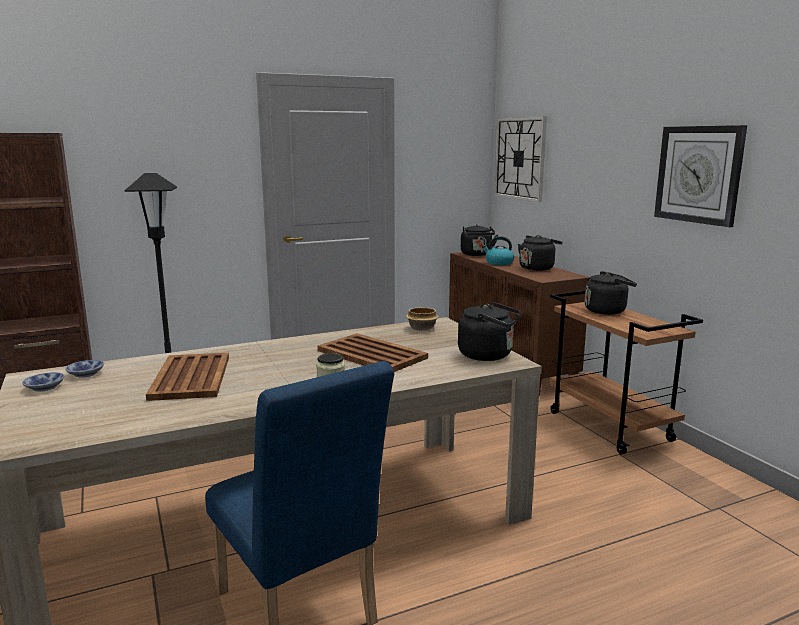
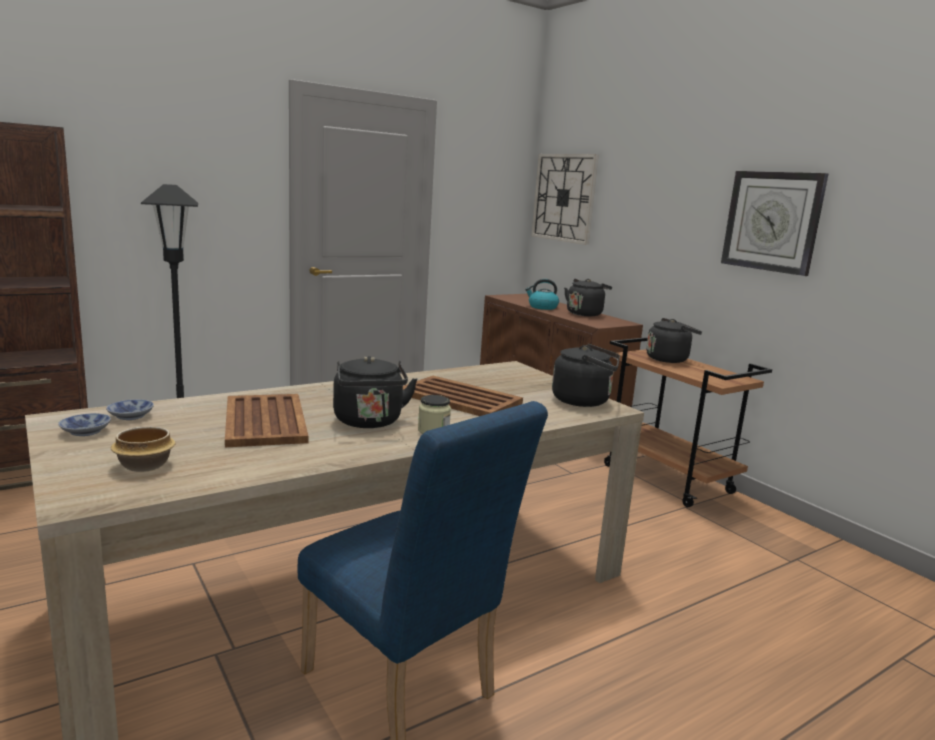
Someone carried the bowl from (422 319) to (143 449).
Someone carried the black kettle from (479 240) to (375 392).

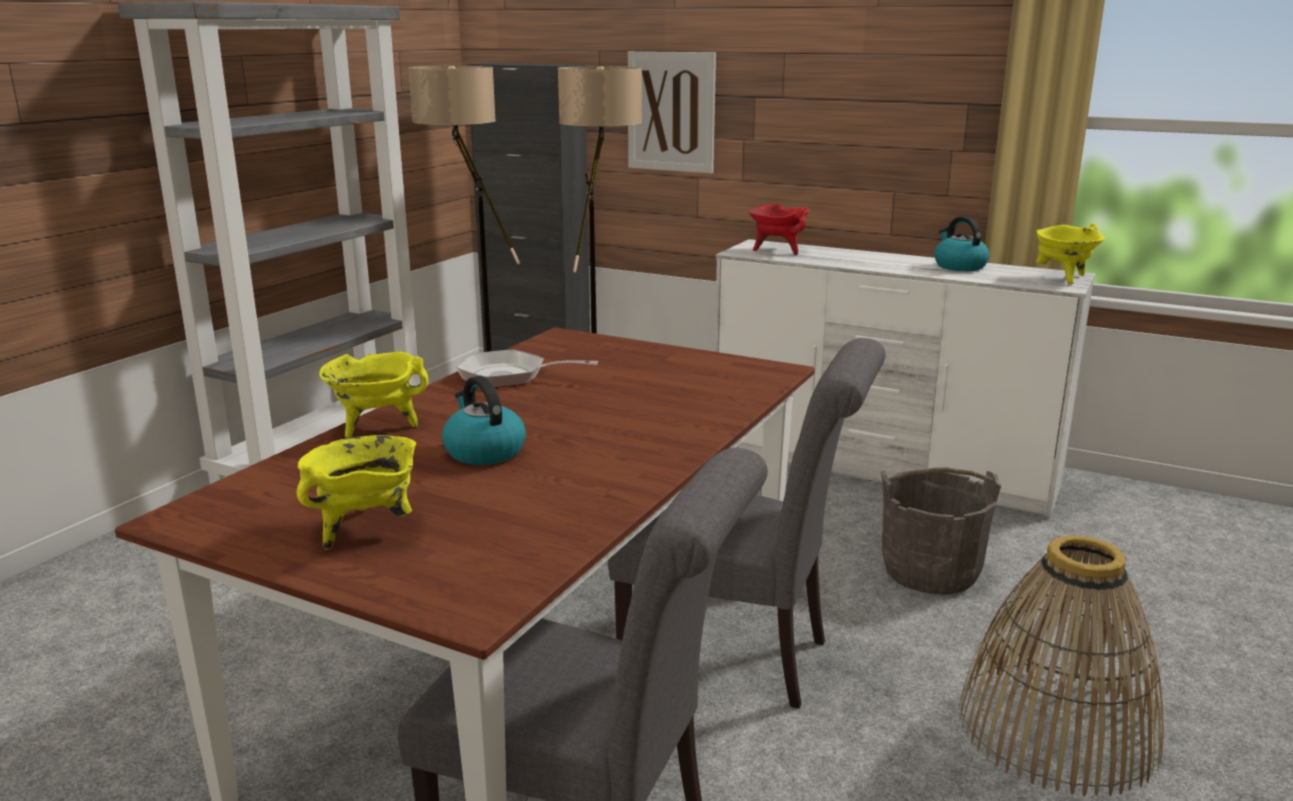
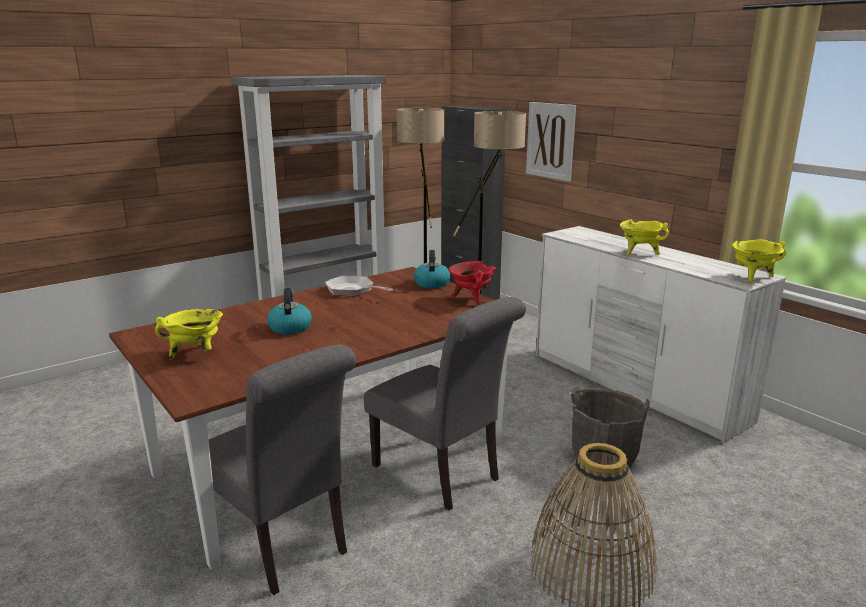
Someone carried the yellow cooking pot from (373 395) to (644 237).
Someone carried the red cooking pot from (778 229) to (472 283).
Someone carried the kettle from (962 243) to (432 269).

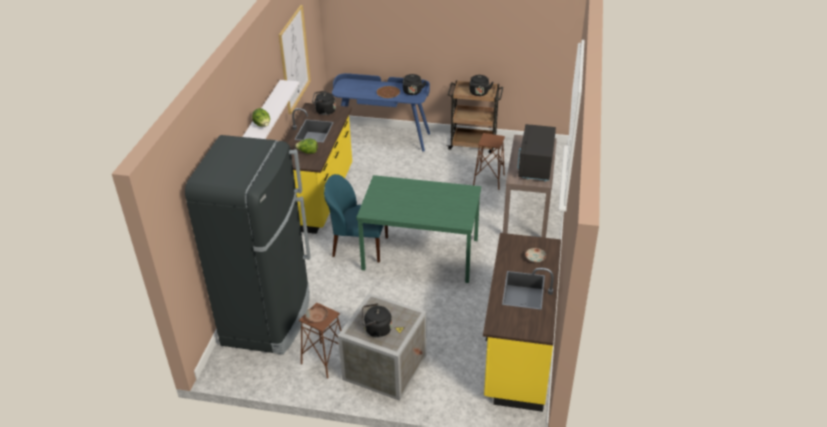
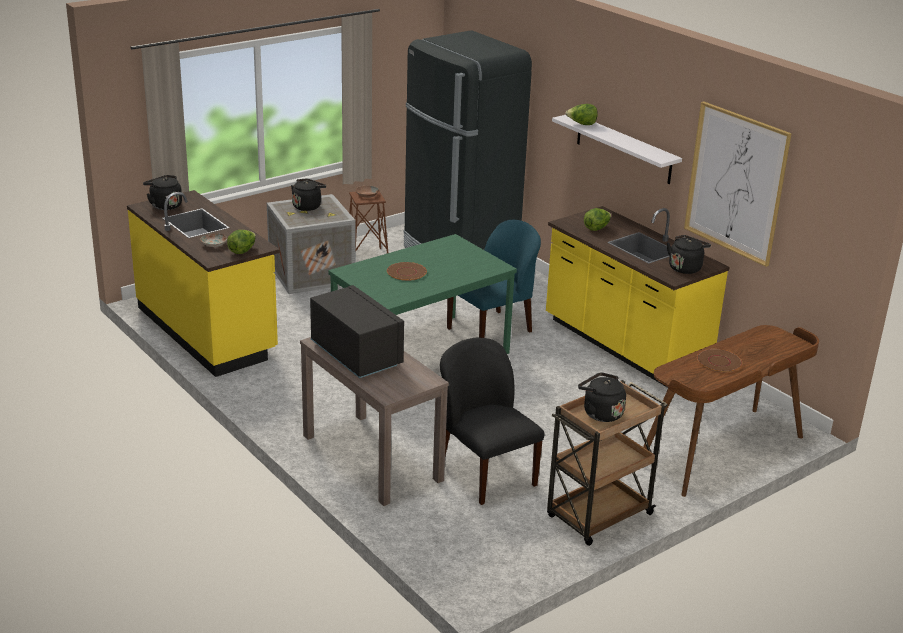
Someone put down the lettuce at (241 242).
Someone put down the brown plate at (407 271).
Someone carried the black kettle from (414 84) to (162 192).
Someone swapped the brown stool at (489 161) for the black chair at (492 421).
Someone repainted the blue desk at (381 112), which became the brown desk at (731 411).

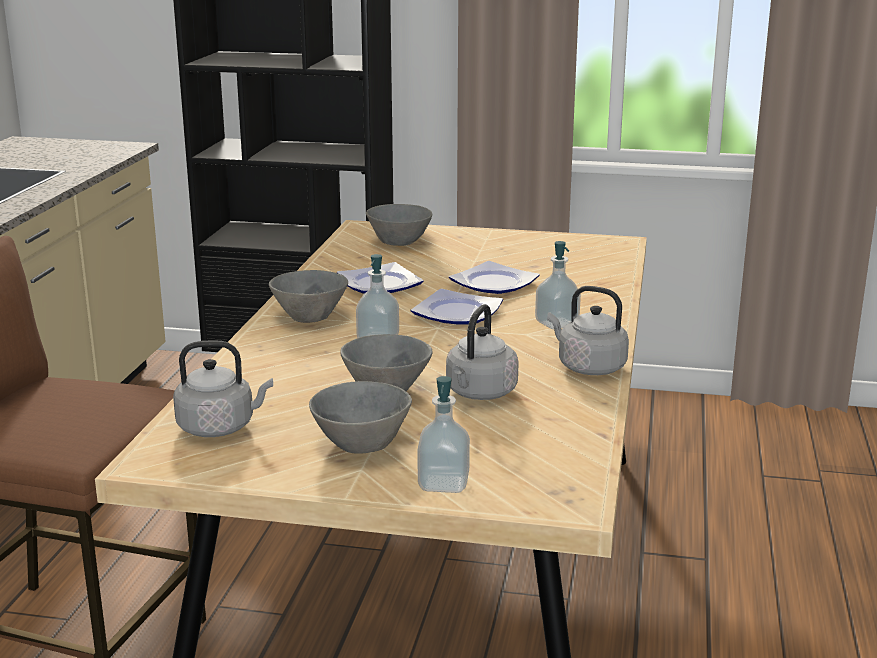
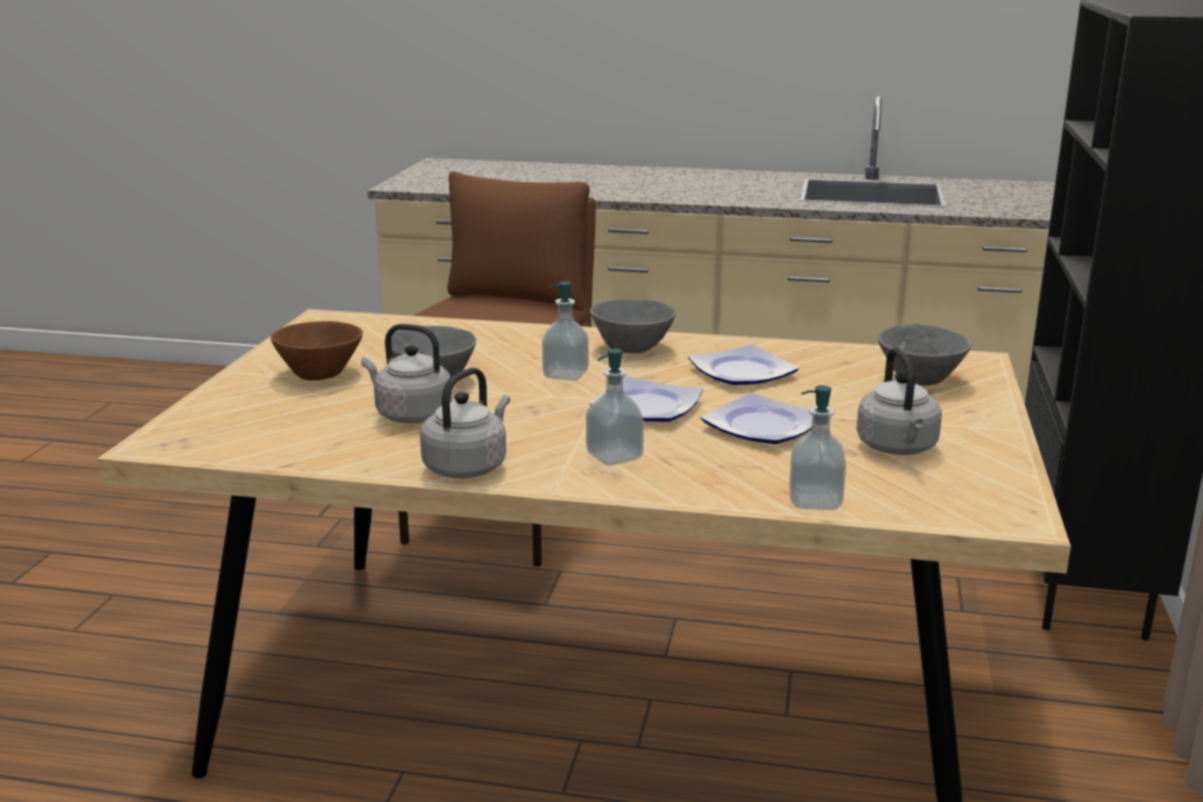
Someone carried the grey kettle from (223 389) to (899 401).
Someone carried the soap dispenser from (443 434) to (817 447).
Someone repainted the grey bowl at (360 417), which became the brown bowl at (316 351).

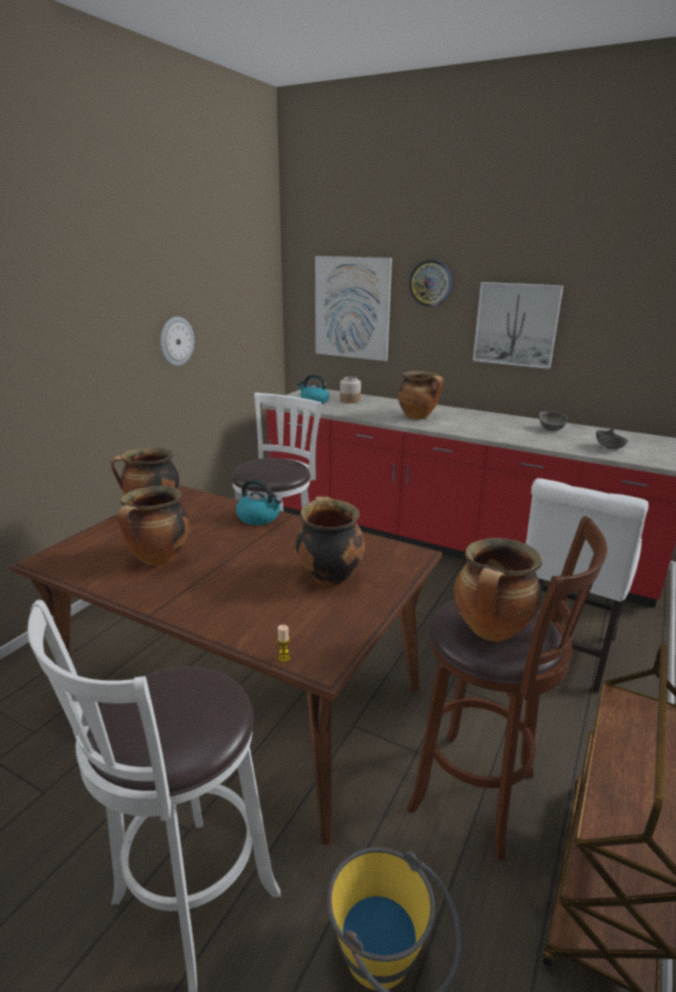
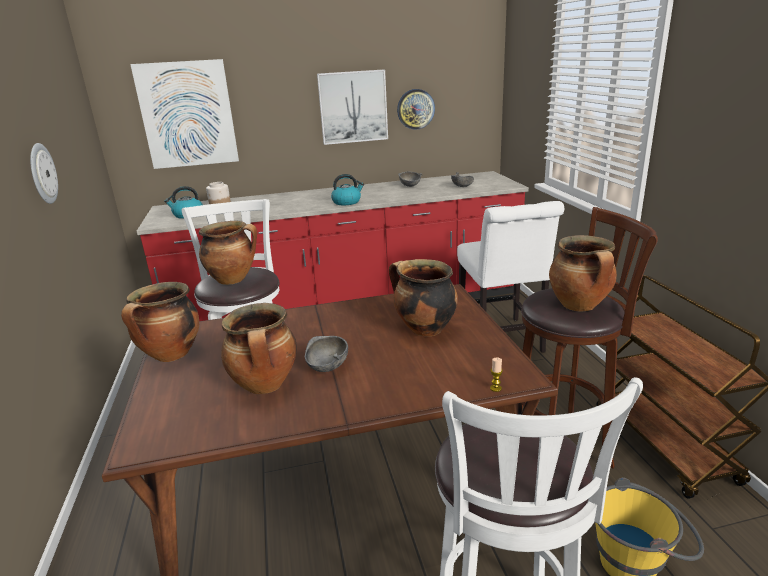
Someone put down the grey bowl at (326 354).
Someone carried the kettle from (259 502) to (347 189).
Someone carried the cooking pot from (421 395) to (228 253).
Someone carried the wall clock from (430 283) to (416 109).

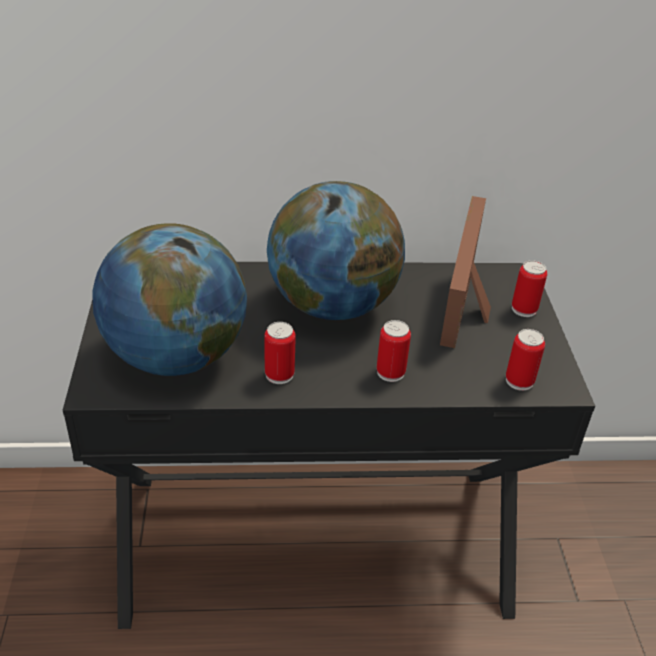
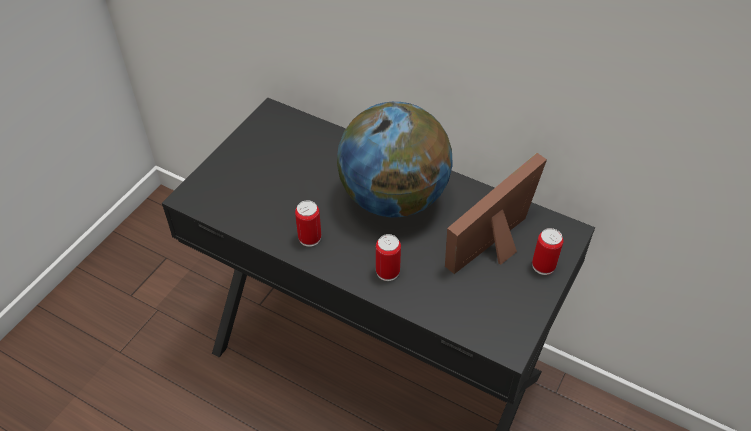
Someone took away the globe at (169 299).
Someone took away the can at (525 360).

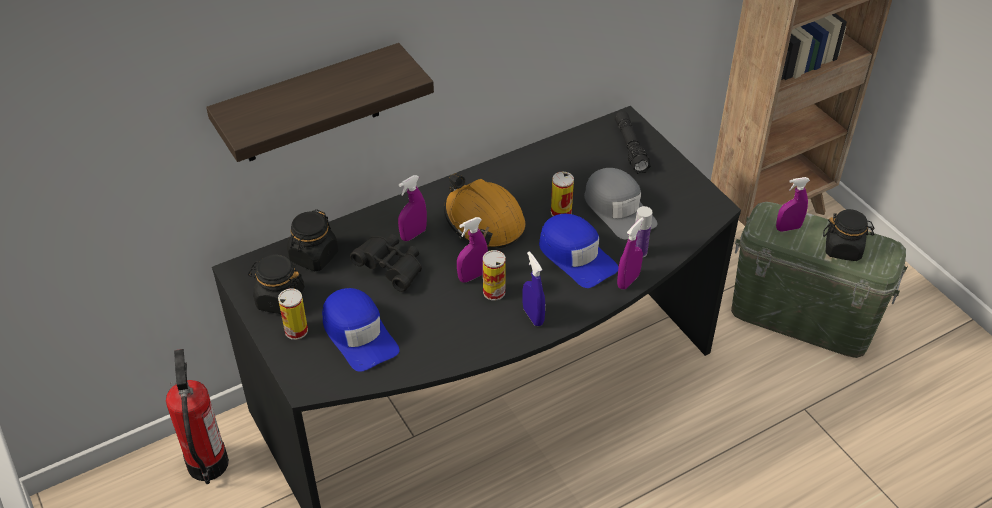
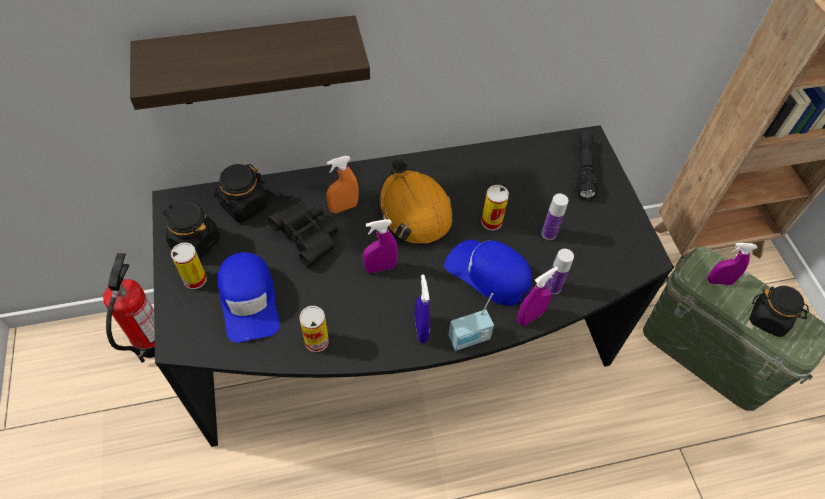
Someone put down the radio at (471 322).
Someone carried the can from (494 275) to (314 329).
Someone swapped the grey cap at (621 203) for the bottle at (555 216).
Someone repainted the purple spray bottle at (412 208), which became the orange spray bottle at (342 184).
Someone rotated the blue cap at (578 251) by 150 degrees clockwise.

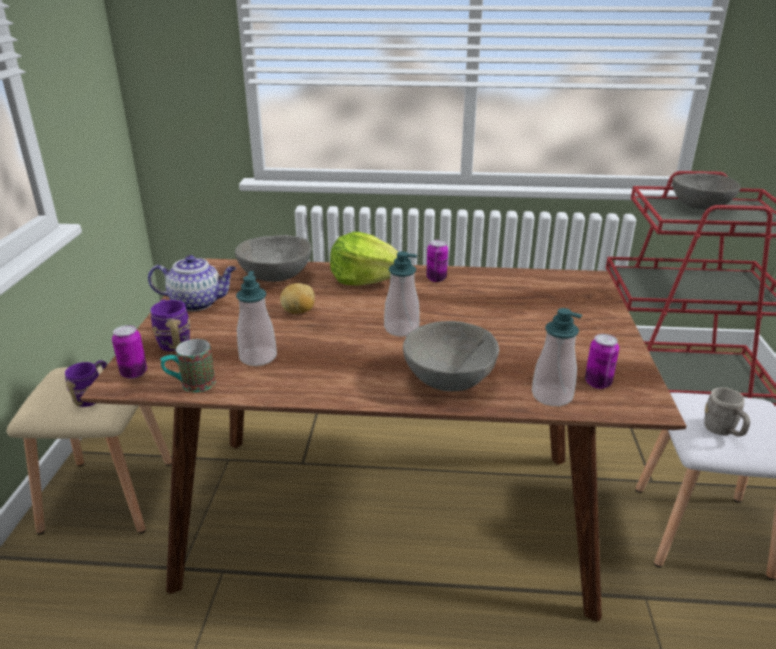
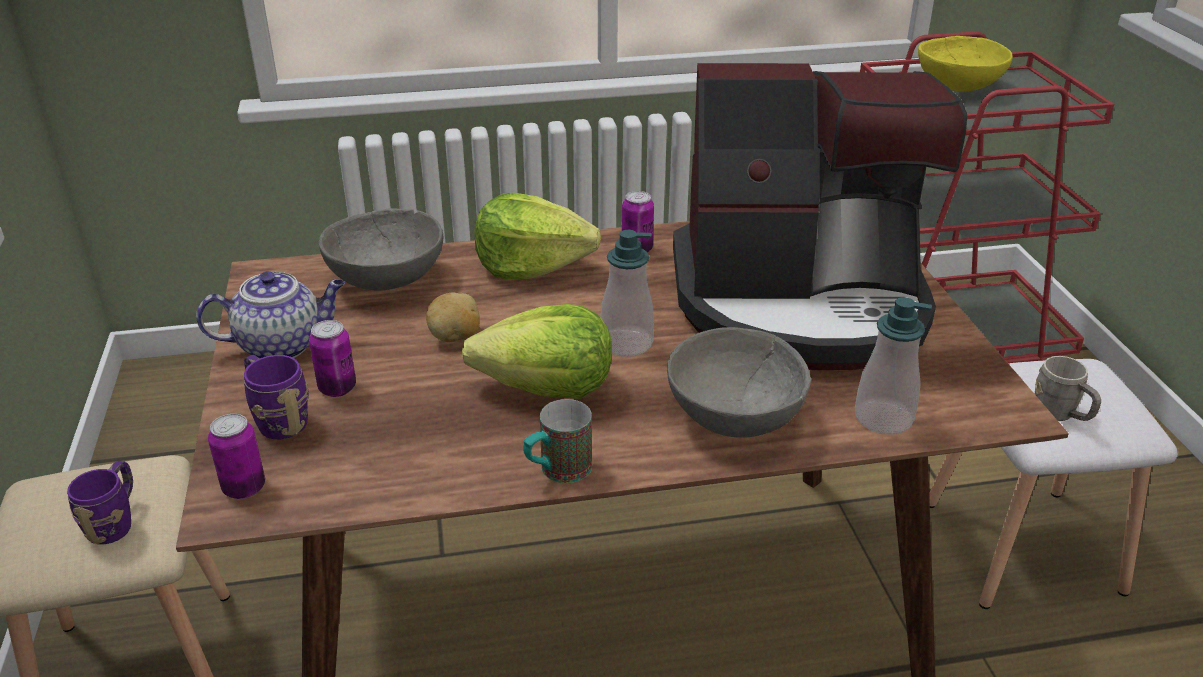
Someone took away the soap dispenser at (256 318).
Someone put down the lettuce at (537 351).
Someone put down the coffee machine at (820 216).
Someone carried the mug from (188 365) to (557 441).
Someone carried the can from (602 361) to (332 358).
Someone repainted the grey bowl at (706 191), which became the yellow bowl at (965 63).

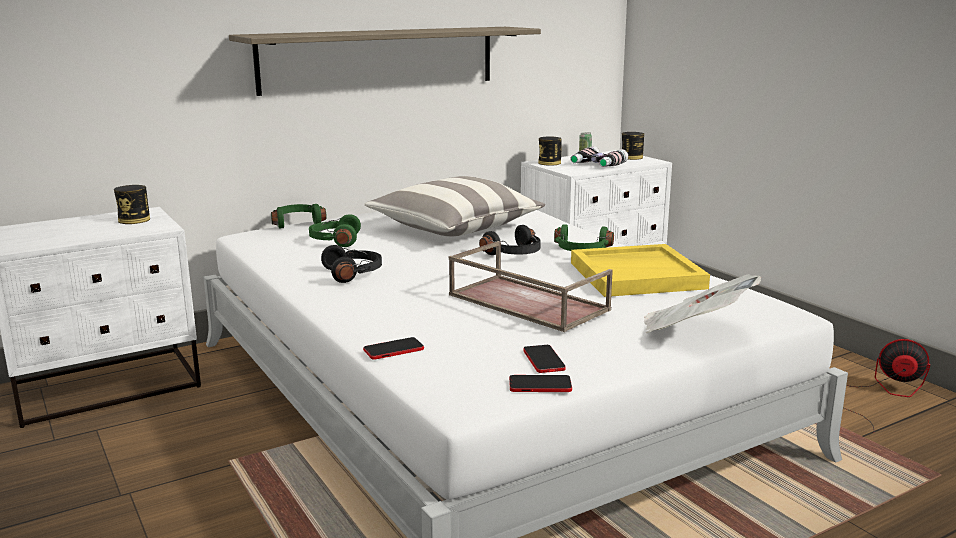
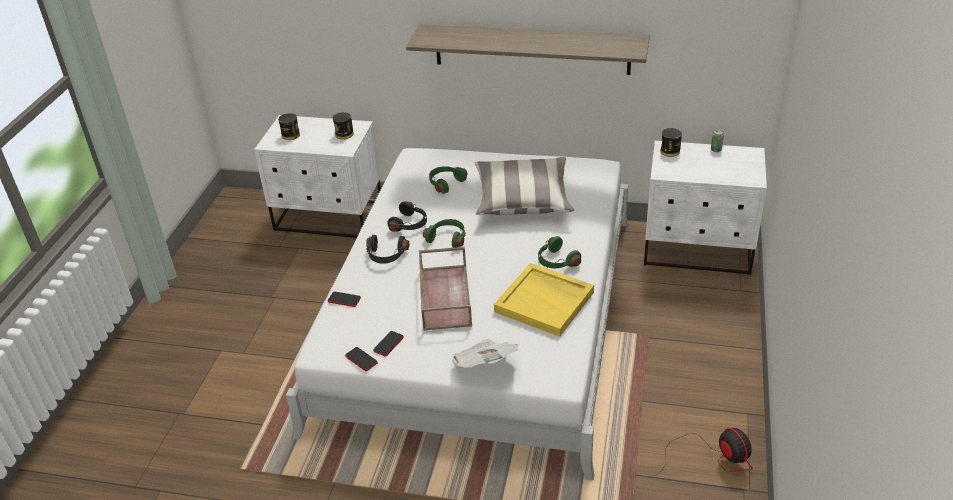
Someone took away the binoculars at (599 156).
Someone carried the green headphones from (299 216) to (444 233).
Someone carried the black headphones from (510 240) to (387 249).
Someone carried the can from (633 146) to (289 126).

